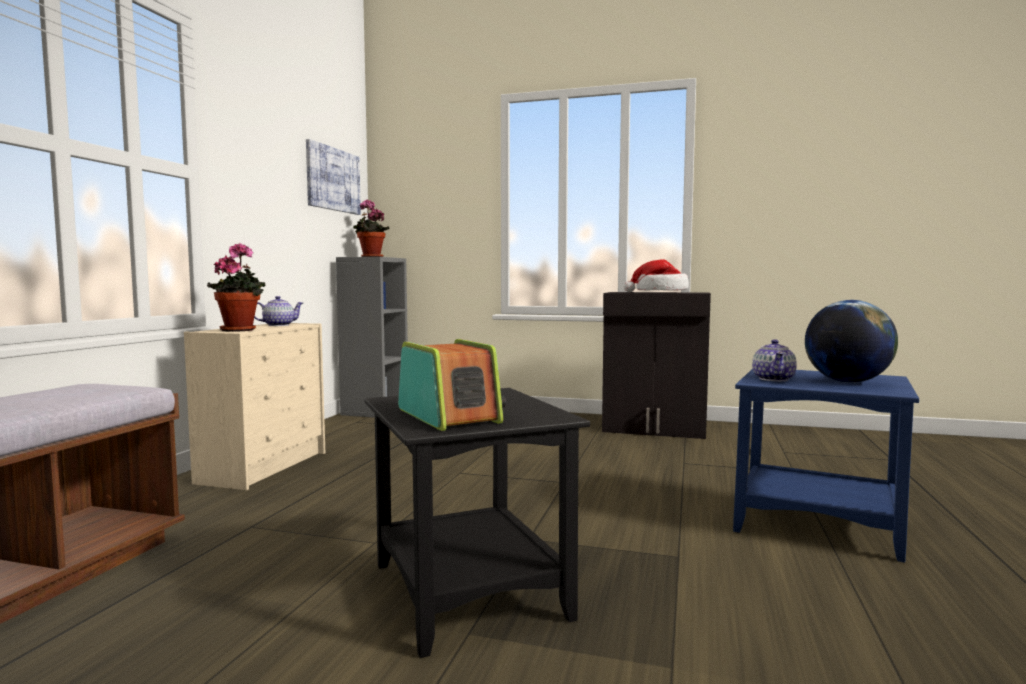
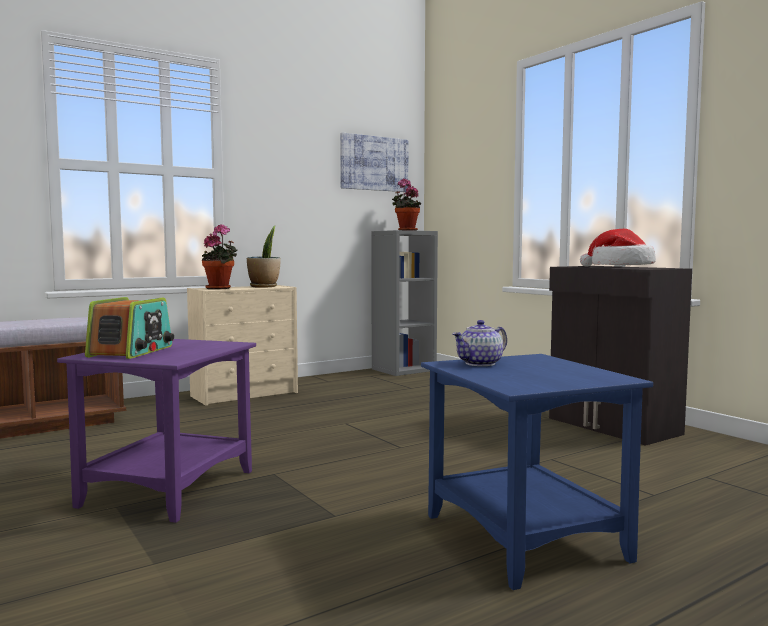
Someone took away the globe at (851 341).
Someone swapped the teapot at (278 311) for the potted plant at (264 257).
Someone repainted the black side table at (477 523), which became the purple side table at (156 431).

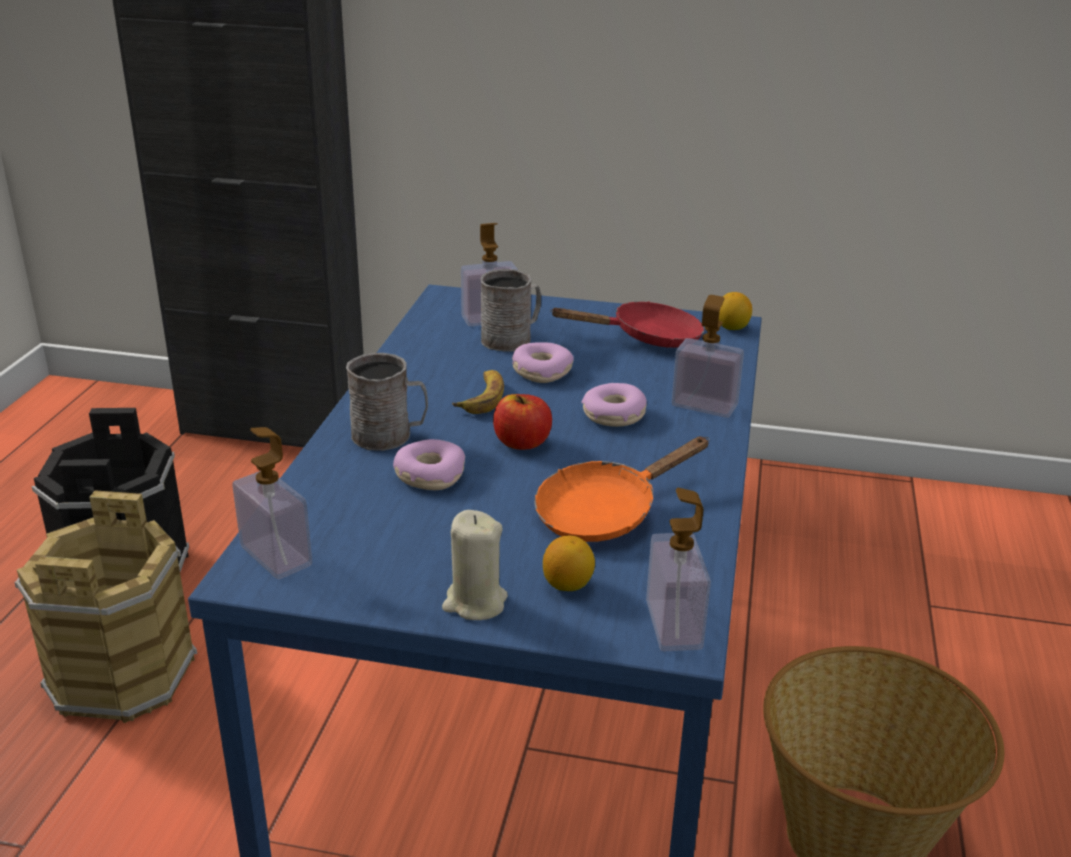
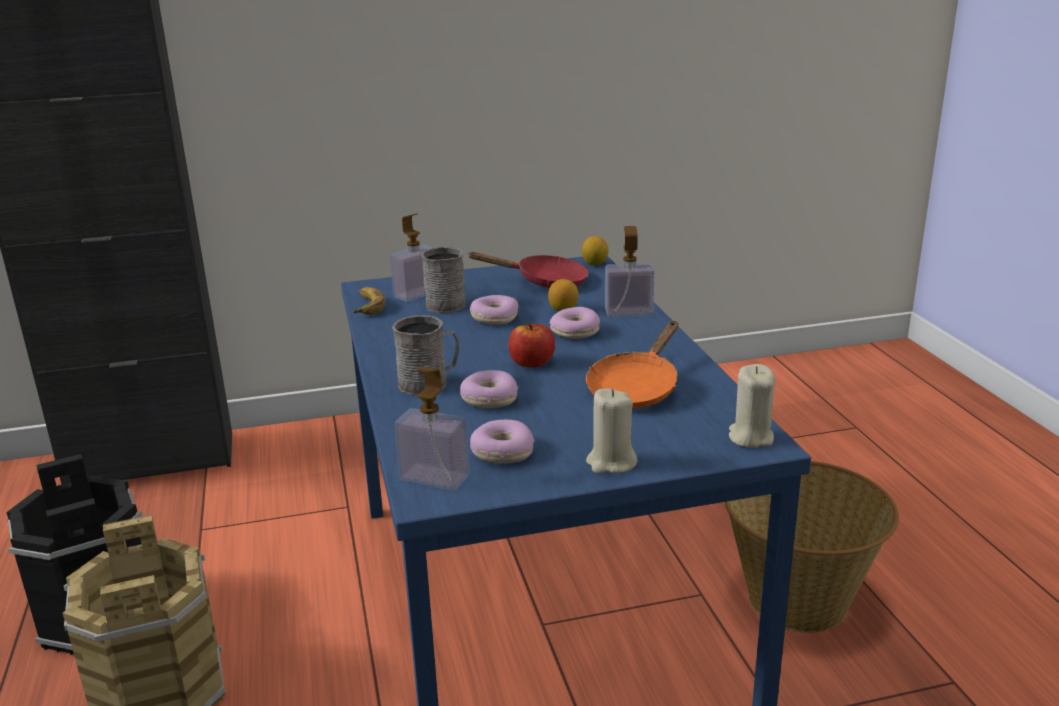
Someone put down the donut at (502 442).
Someone carried the banana from (478 392) to (369 301).
Someone carried the lemon from (569 563) to (563 295).
Someone swapped the soap dispenser at (678 569) for the beige candle at (752 406).
Someone rotated the red frying pan at (627 324) by 45 degrees clockwise.

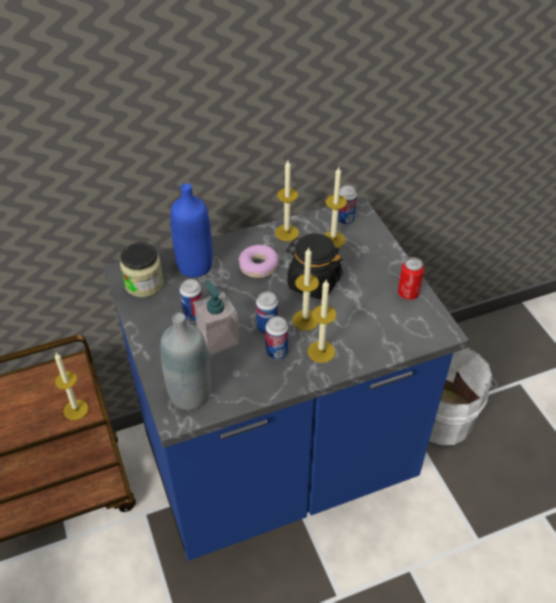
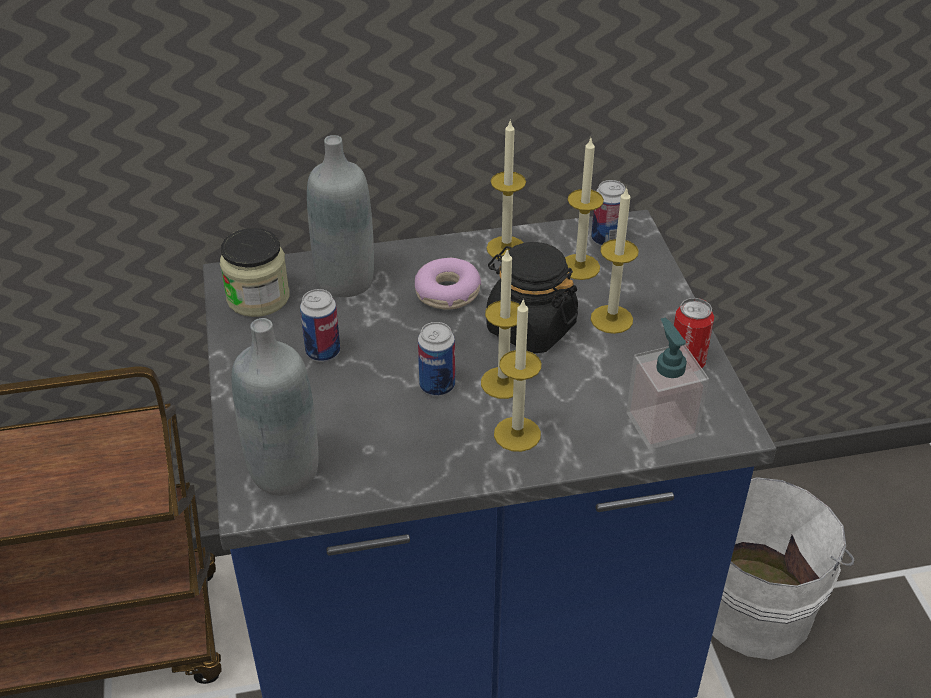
Someone took away the can at (276 338).
Someone carried the candle from (72 386) to (615 260).
Someone carried the soap dispenser from (216 317) to (667 383).
Someone repainted the blue bottle at (191 230), which became the grey bottle at (340 216).

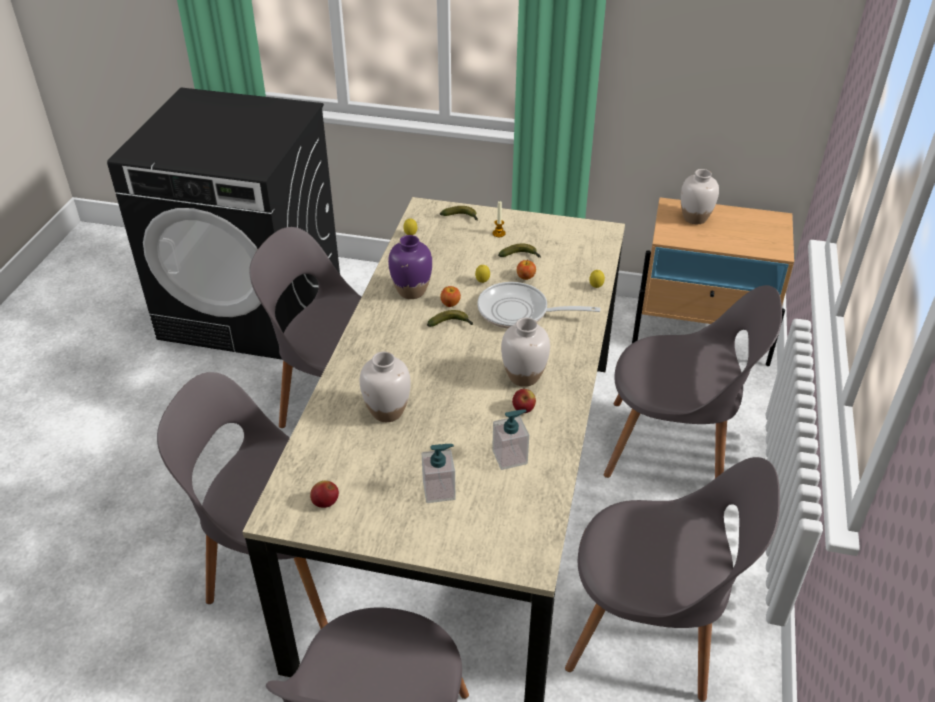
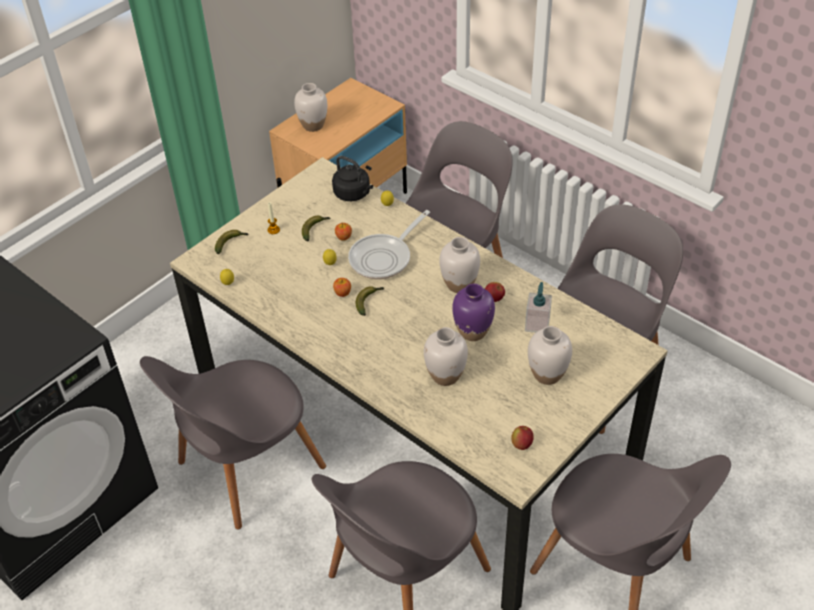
Someone put down the black kettle at (352 178).
Someone carried the purple vase from (410 267) to (473 312).
Someone swapped the soap dispenser at (439 473) for the white vase at (550 355).

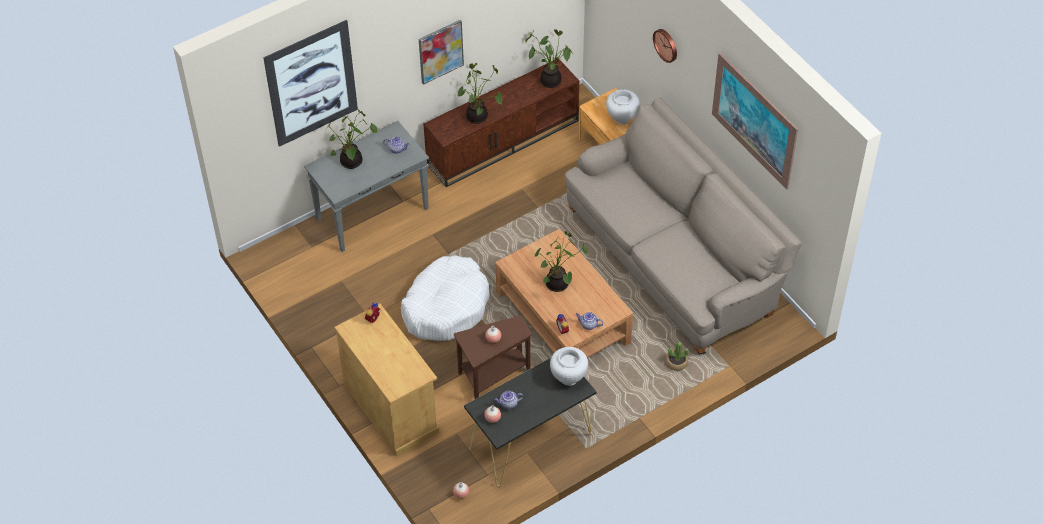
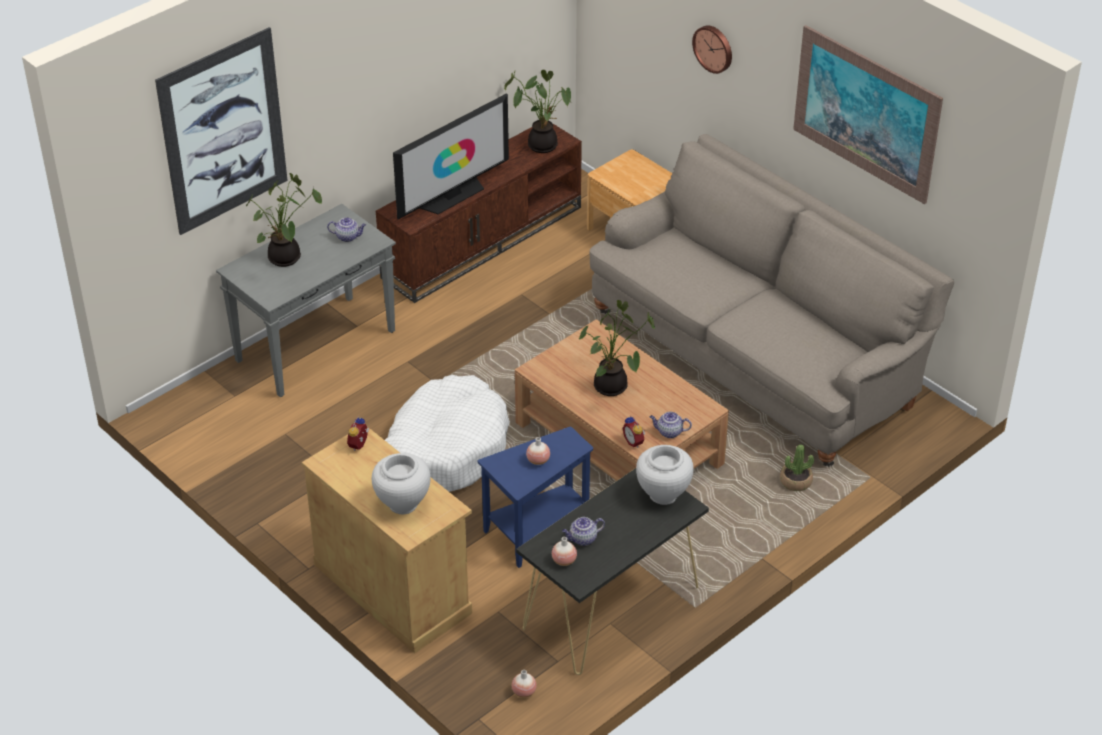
Someone took away the picture at (441 52).
Someone carried the white vase from (623 106) to (401 483).
Someone swapped the potted plant at (479 93) for the television at (451 156).
Someone repainted the brown side table at (493 357), which became the blue side table at (535 497).

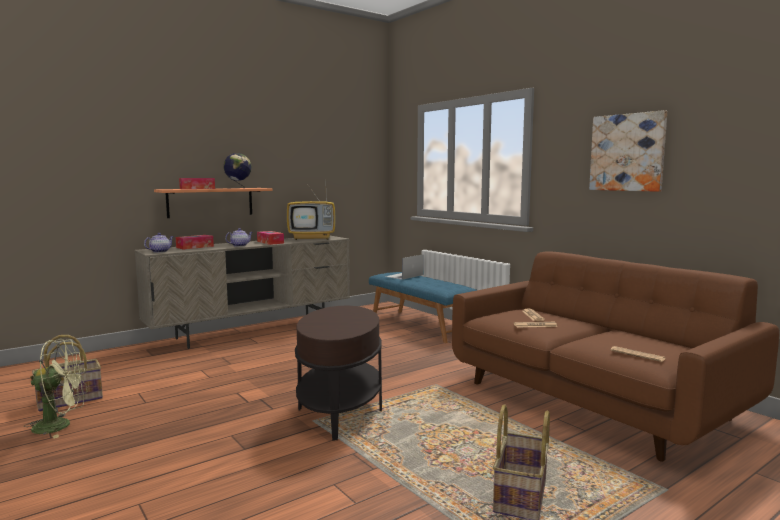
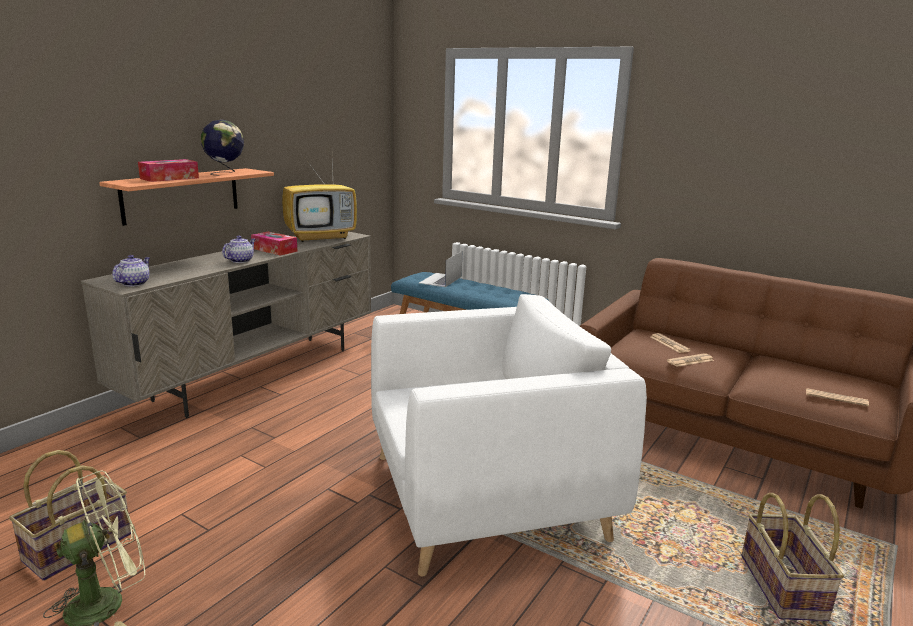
Someone took away the tissue box at (195 242).
Someone took away the picture at (628 151).
Someone swapped the brown side table at (338 373) for the white armchair at (509 435).

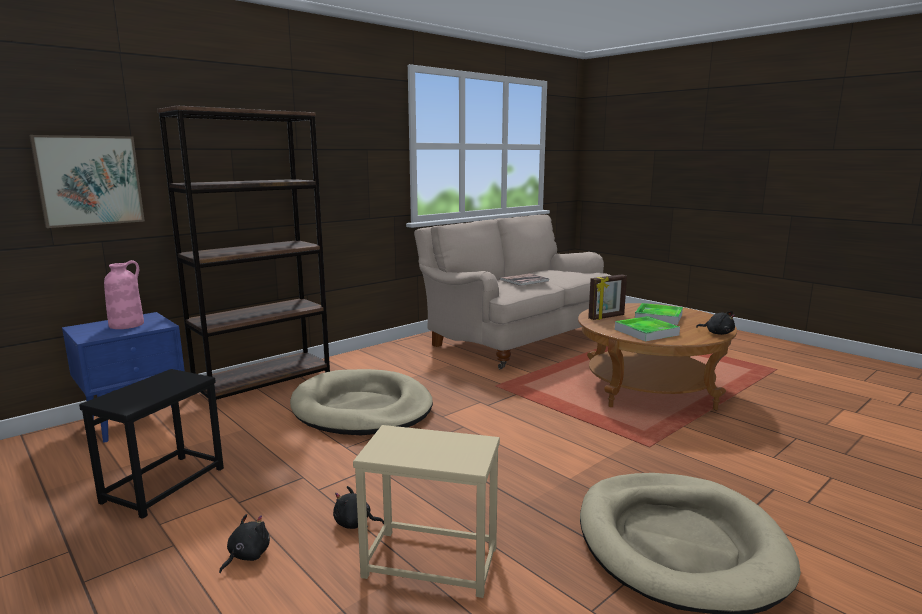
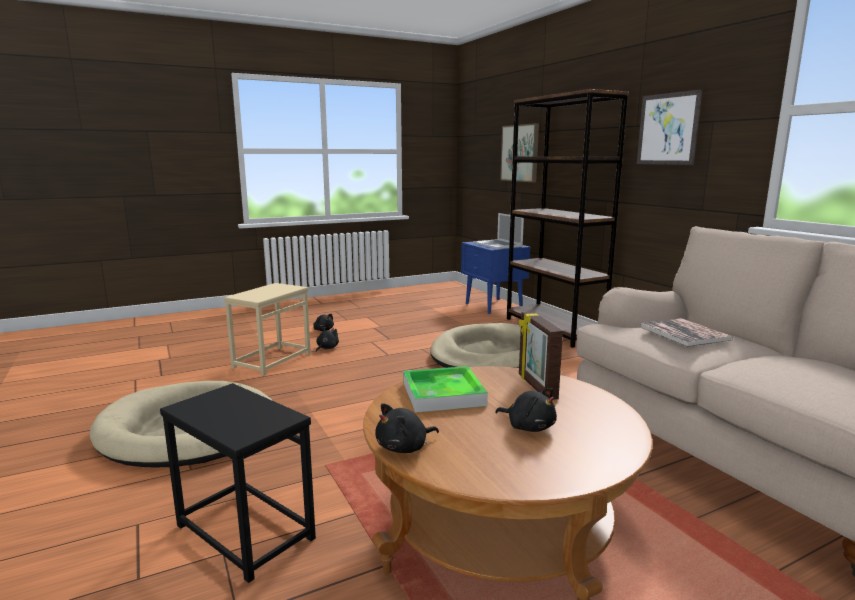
Someone put up the picture at (670 127).
Someone carried the black side table from (151 444) to (238 483).
Someone swapped the pink vase at (124 294) for the laptop at (498 231).
Someone swapped the tray at (659 314) for the black plush toy at (526 410).

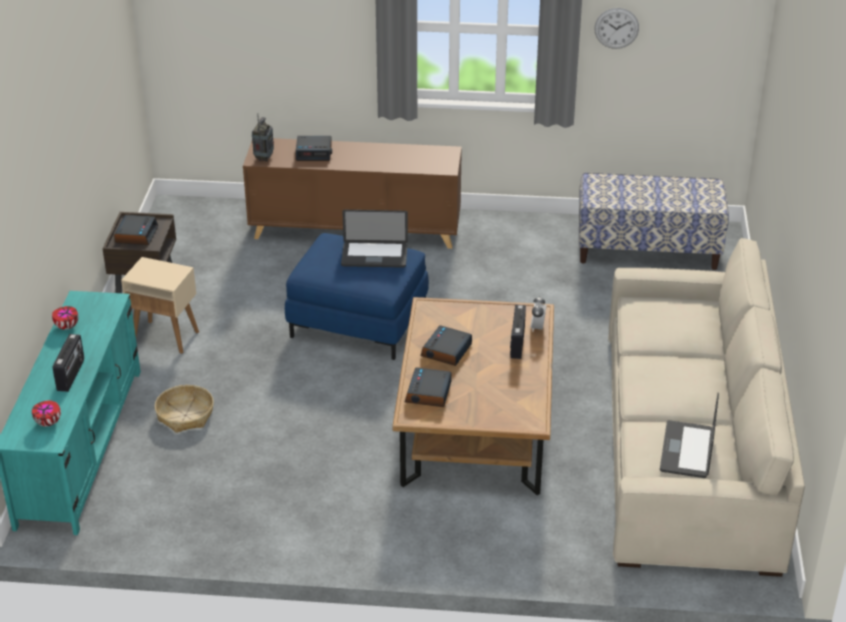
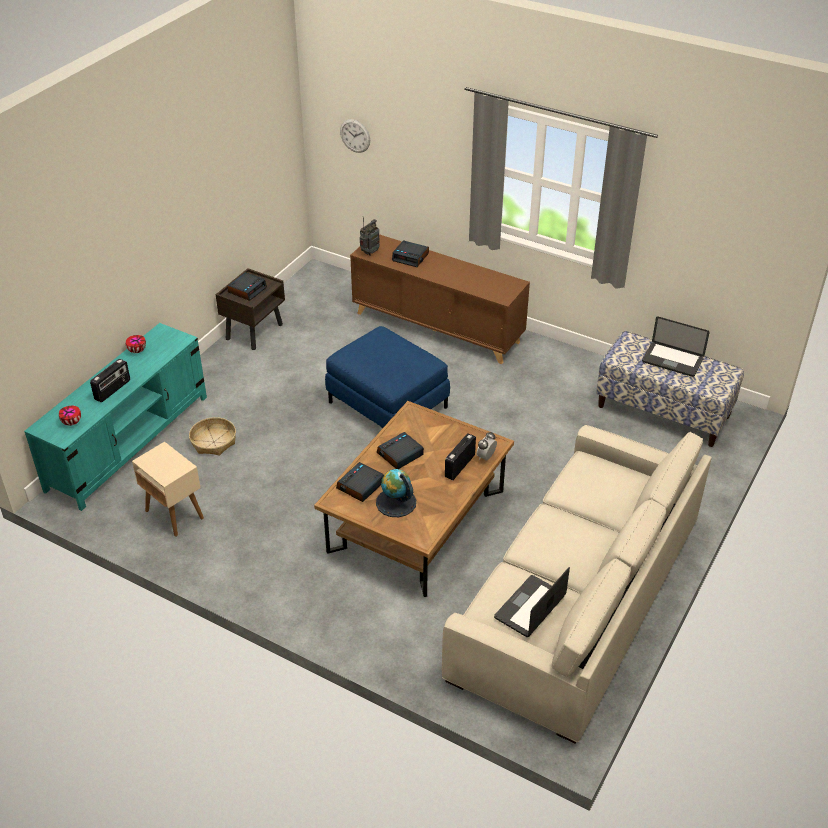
Someone put down the globe at (396 493).
Someone carried the beige side table from (160 305) to (168 489).
Someone carried the laptop from (374 239) to (676 347).
Someone carried the wall clock from (616 28) to (355 136).

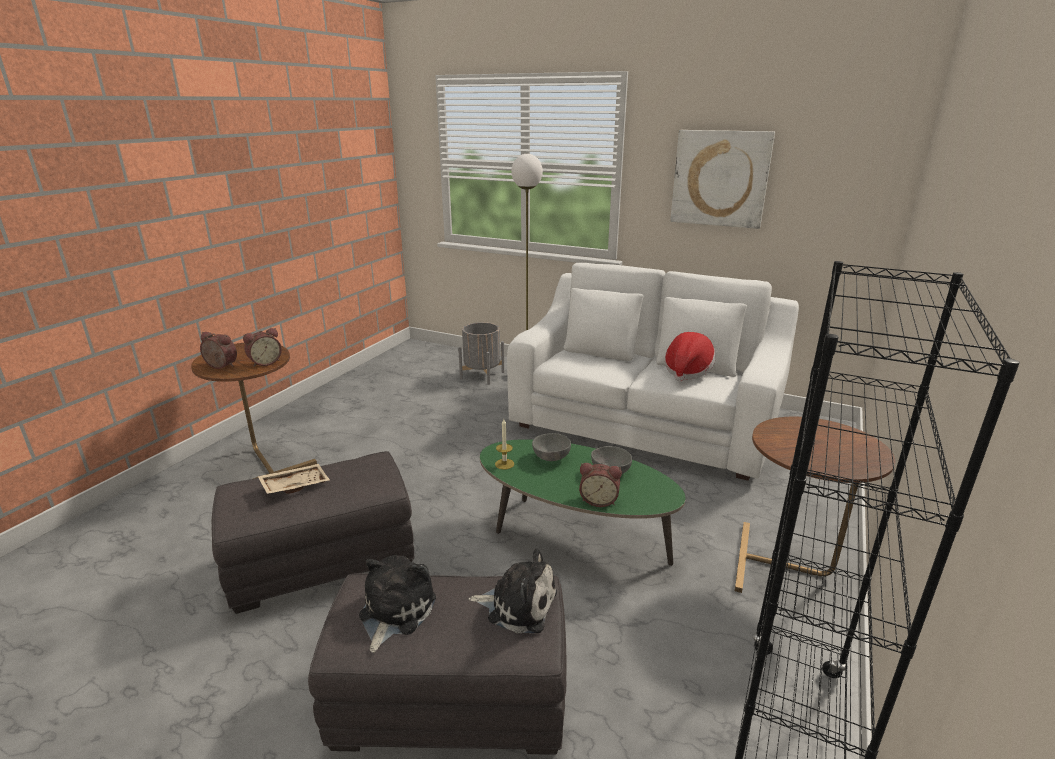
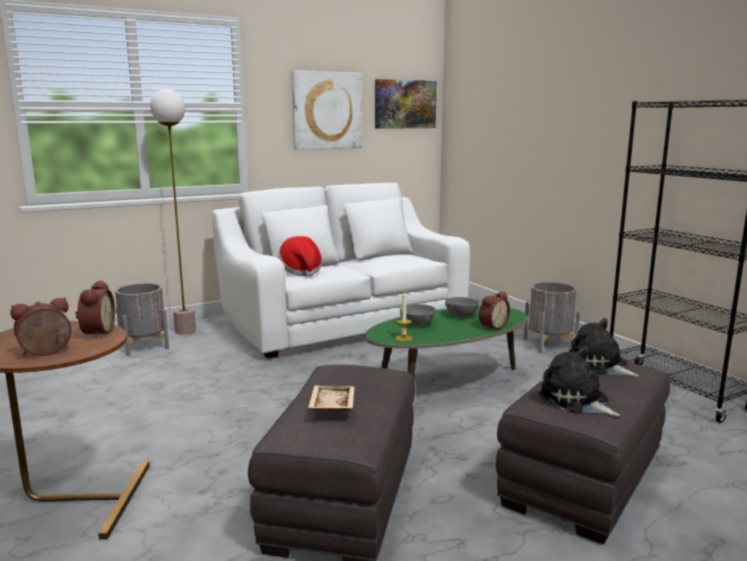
Someone put up the picture at (406 104).
Someone carried the hat from (690 357) to (300 256).
Someone swapped the brown side table at (815 505) for the grey planter at (551 317).
Someone rotated the plush toy at (512 590) by 90 degrees counterclockwise.

